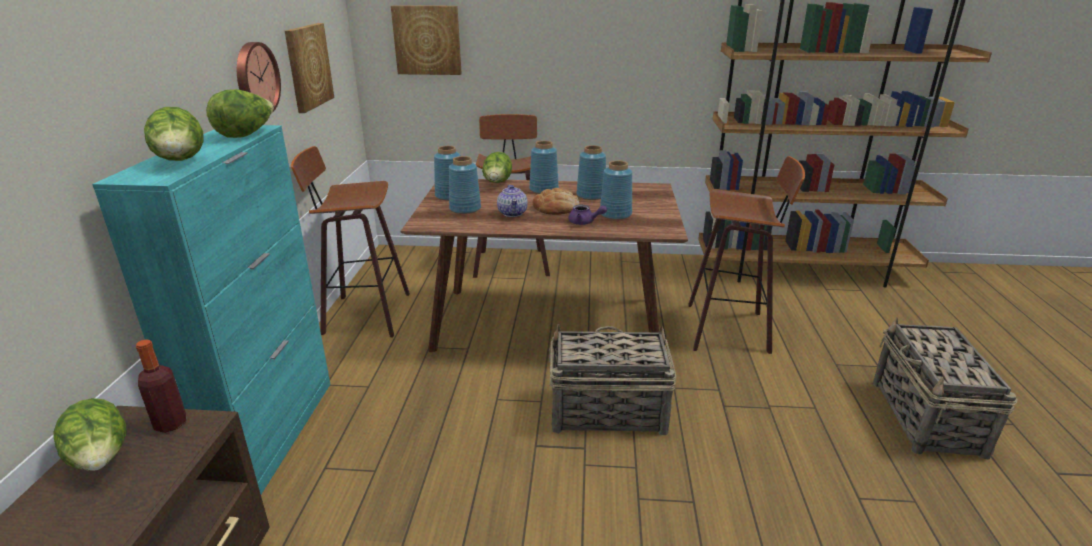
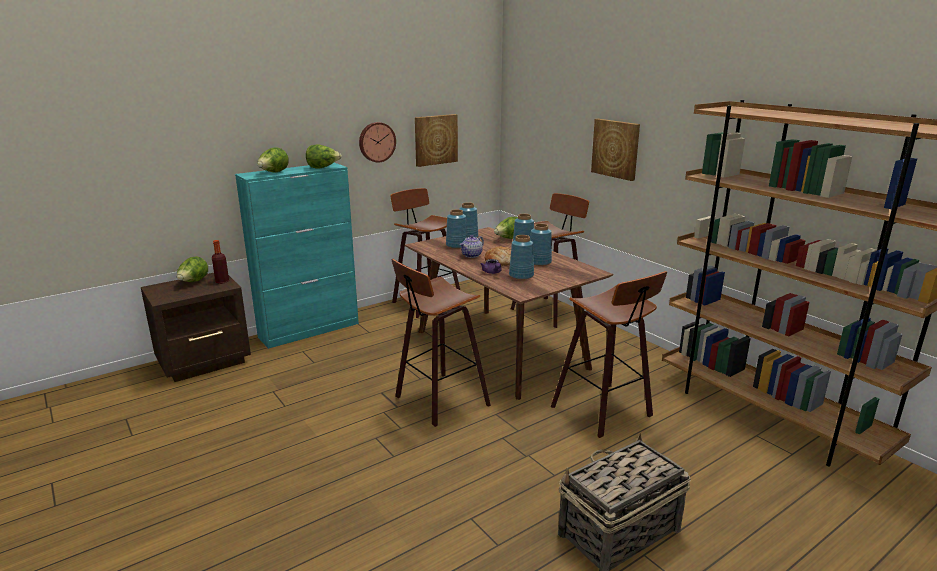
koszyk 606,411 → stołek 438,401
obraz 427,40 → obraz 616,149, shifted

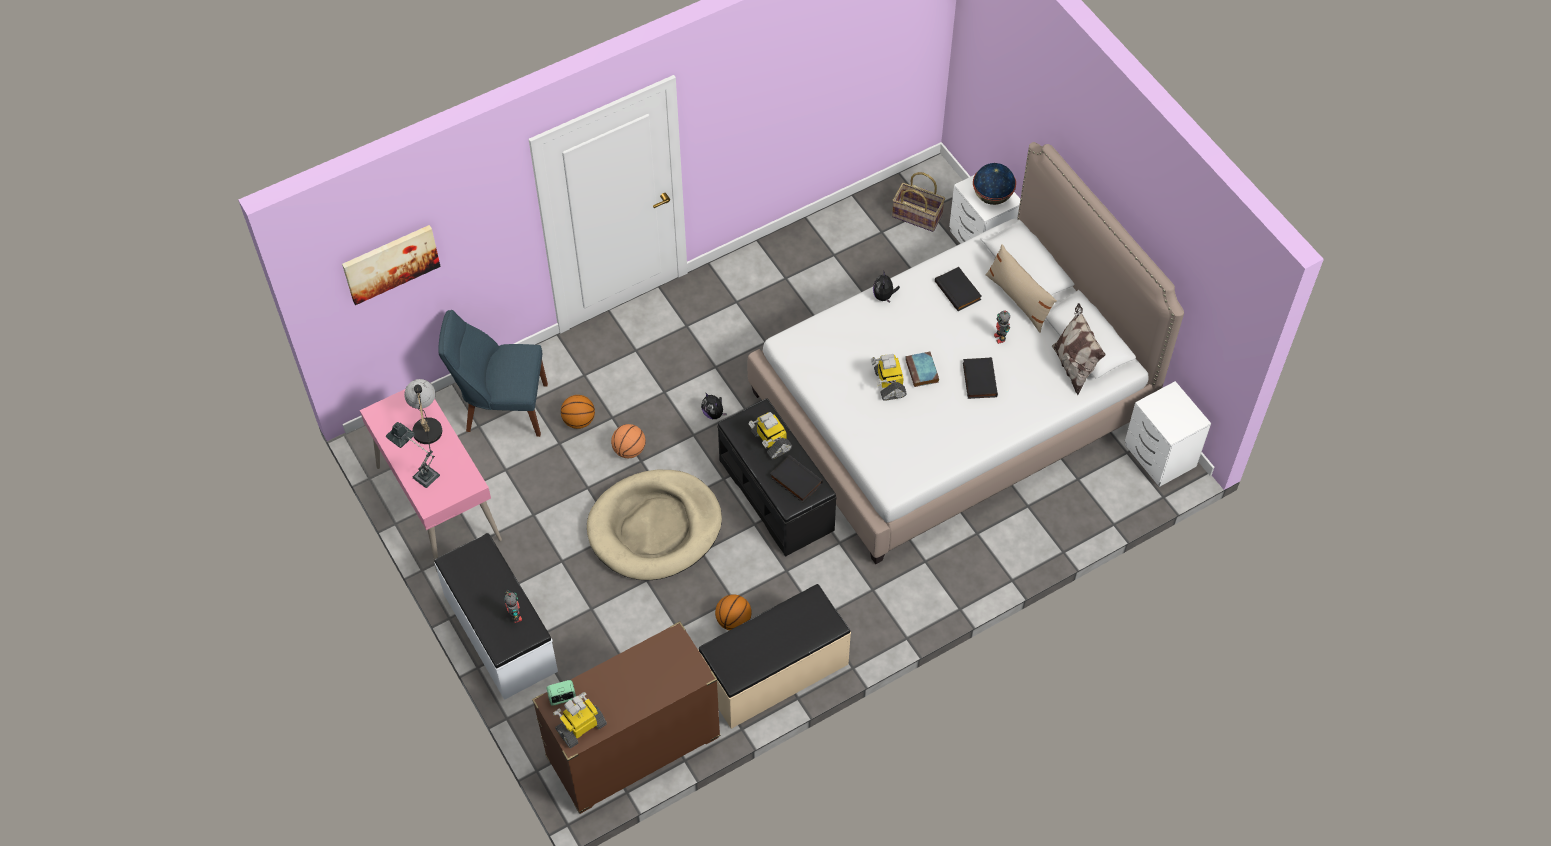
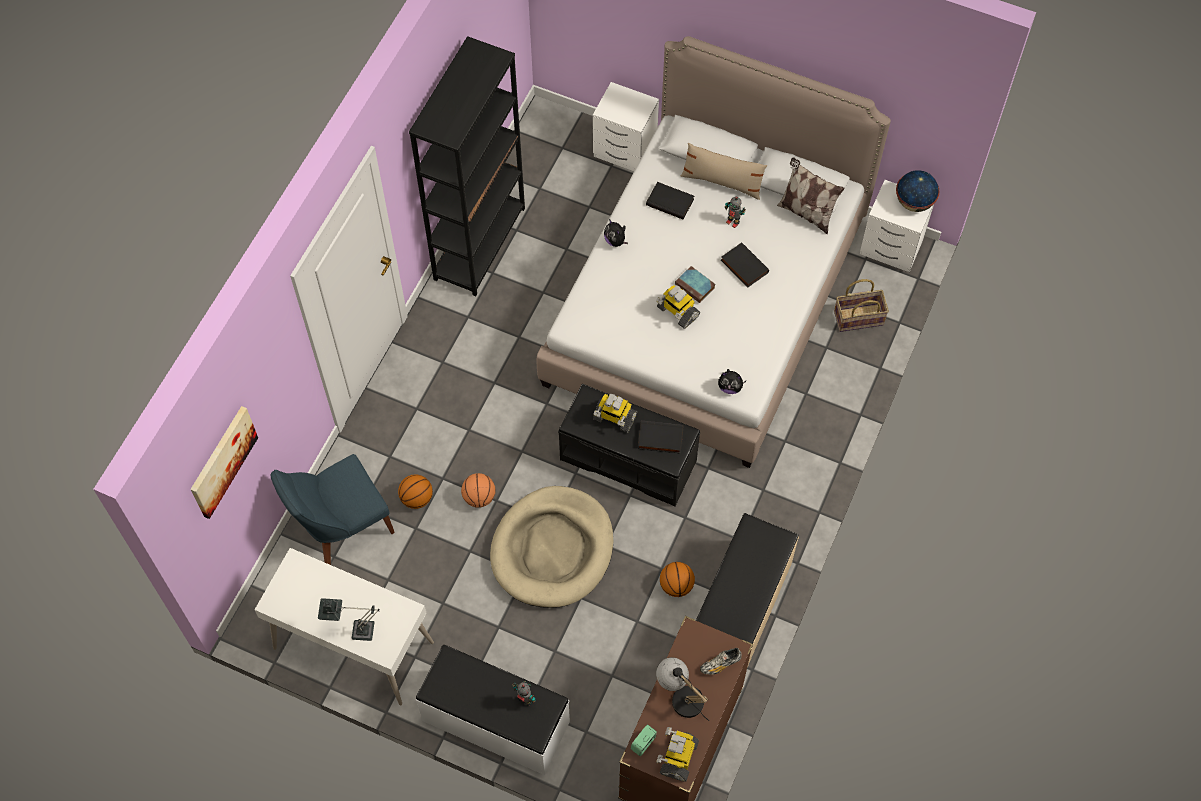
biurko [różowy] 438,504 → biurko [biały] 353,646
- → regał [czarny] 479,243
lampa stołowa 426,424 → lampa stołowa 680,696, shifted
- → but 720,664
pluszak 713,413 → pluszak 730,387, shifted
koszyk 917,215 → koszyk 858,317, shifted
globus 992,197 → globus 914,203, shifted

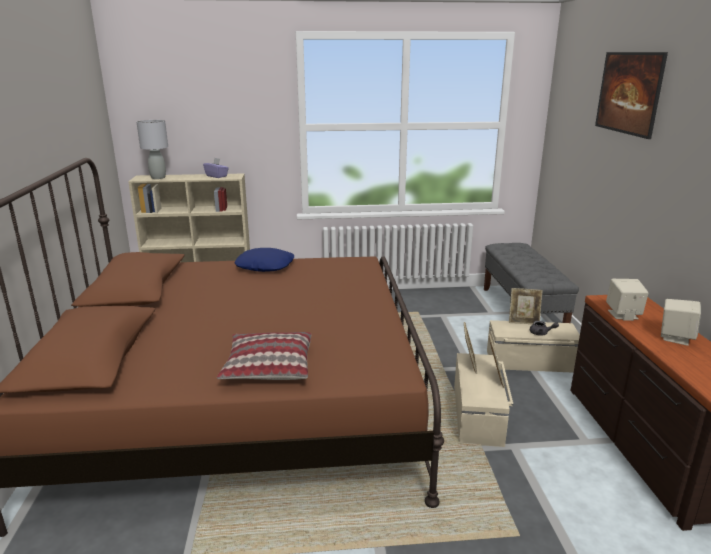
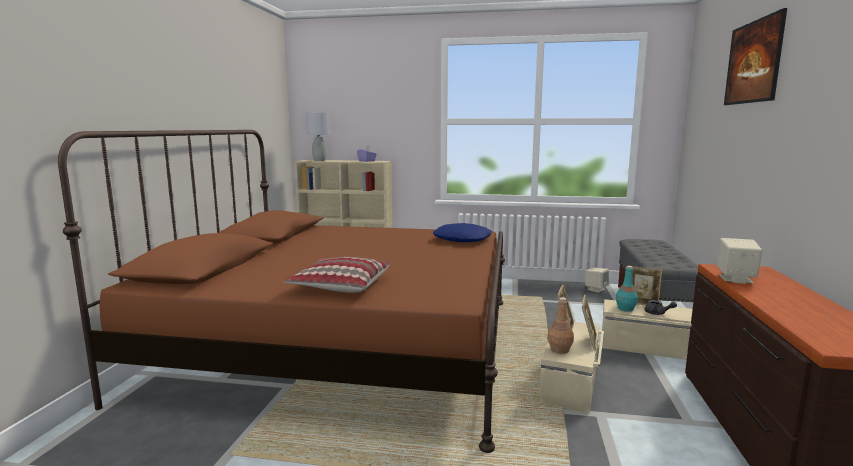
poduszka [niebieski] 265,266 → poduszka [niebieski] 462,239, shifted
- → butelka [brązowy] 560,350
głośnik [beżowy] 675,337 → głośnik [beżowy] 595,289, shifted
- → butelka [turkusowy] 626,309

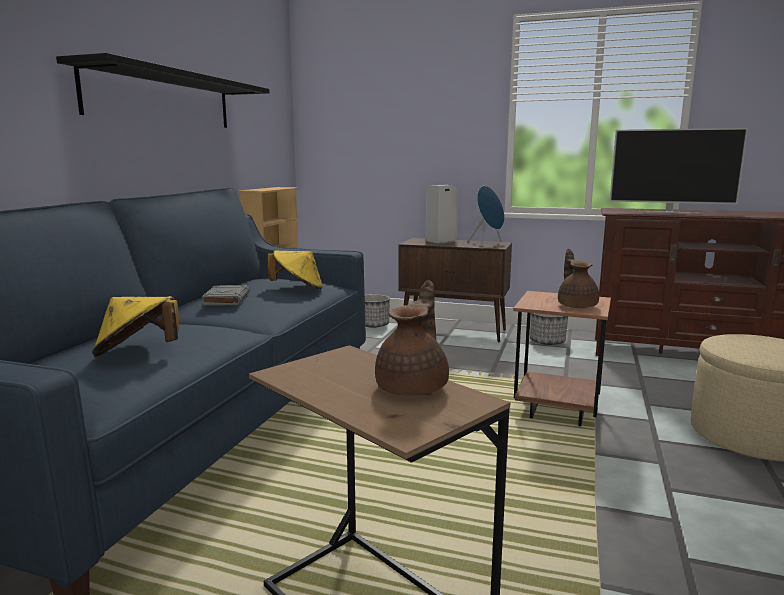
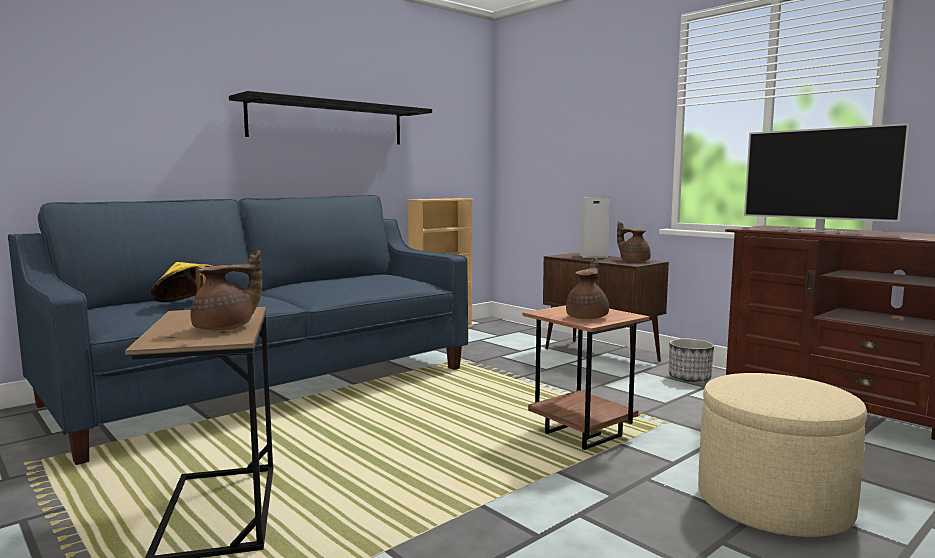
głośnik [niebieski] 487,244 → imbryk [brązowy] 633,261
książka [szary] 226,299 → -
kapelusz [żółty] 298,288 → -
donica 373,325 → -

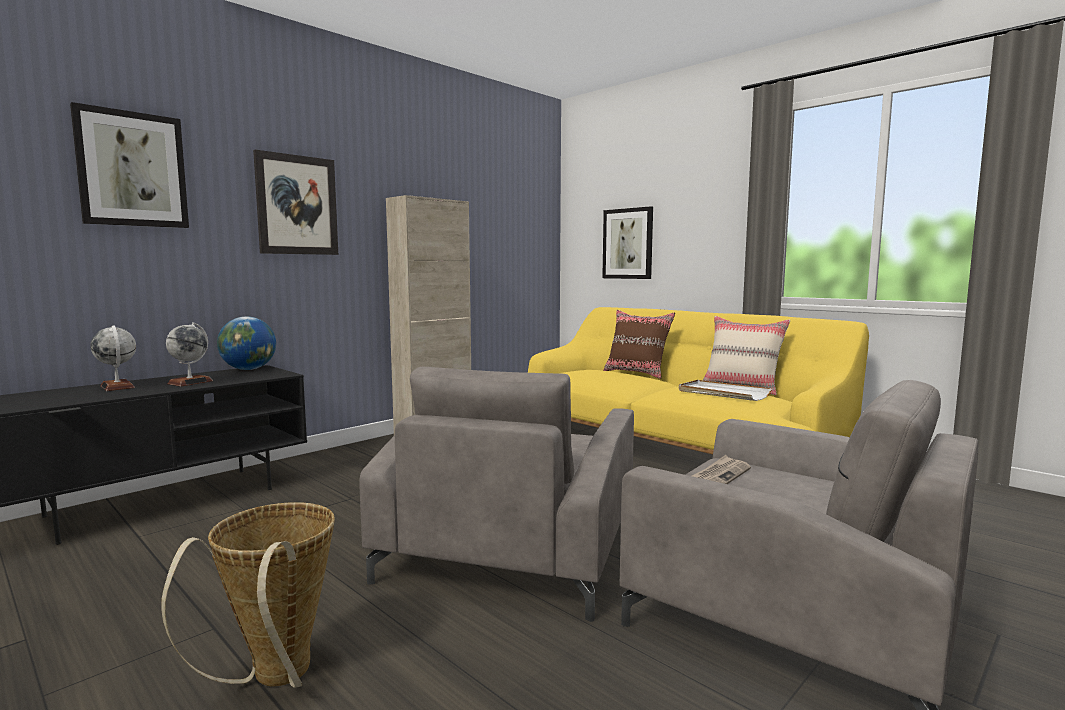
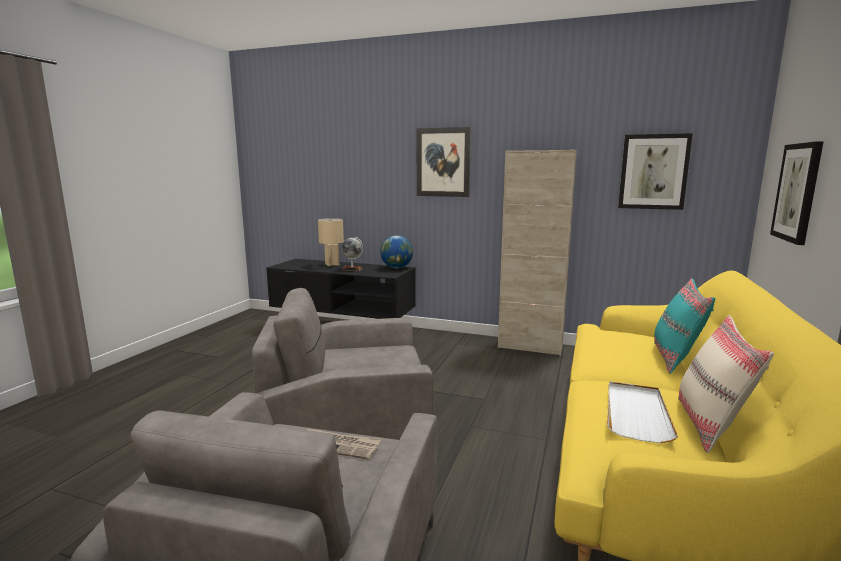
globus 117,387 → lampa stołowa [beżowy] 332,264
obraz 132,169 → obraz 653,172, shifted
poduszka [brązowy] 637,373 → poduszka [turkusowy] 676,359
koszyk 275,680 → -

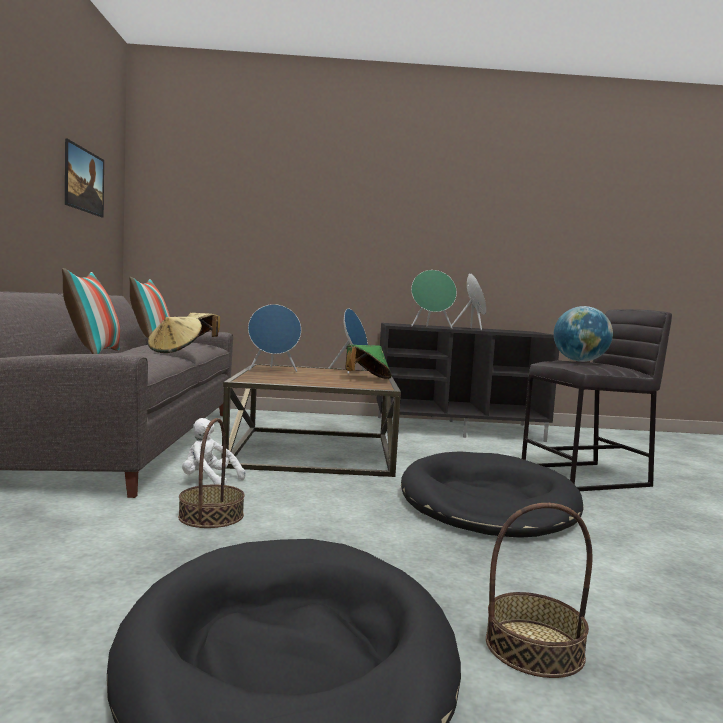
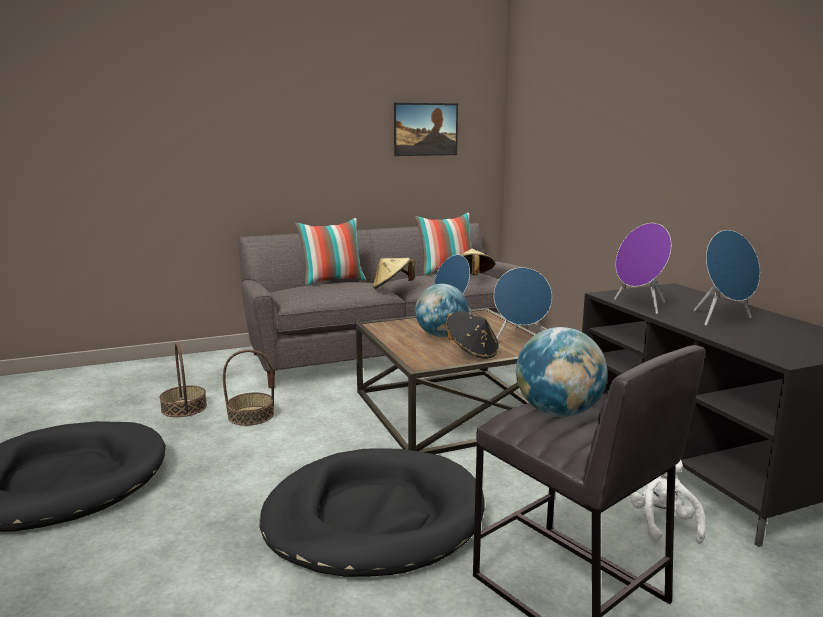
koszyk 534,647 → koszyk 184,408, shifted
- → globus 441,335
kapelusz [zielony] 367,379 → kapelusz [czarny] 472,352
głośnik [zielony] 431,327 → głośnik [fioletowy] 640,306
pluszak [biały] 208,481 → pluszak [biały] 663,524, shifted

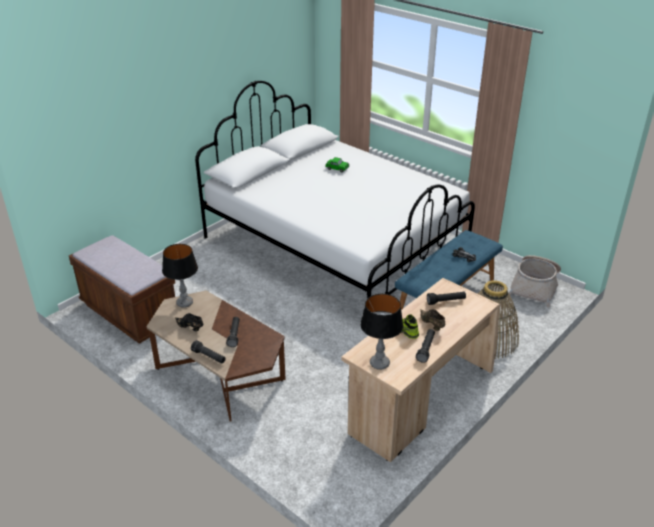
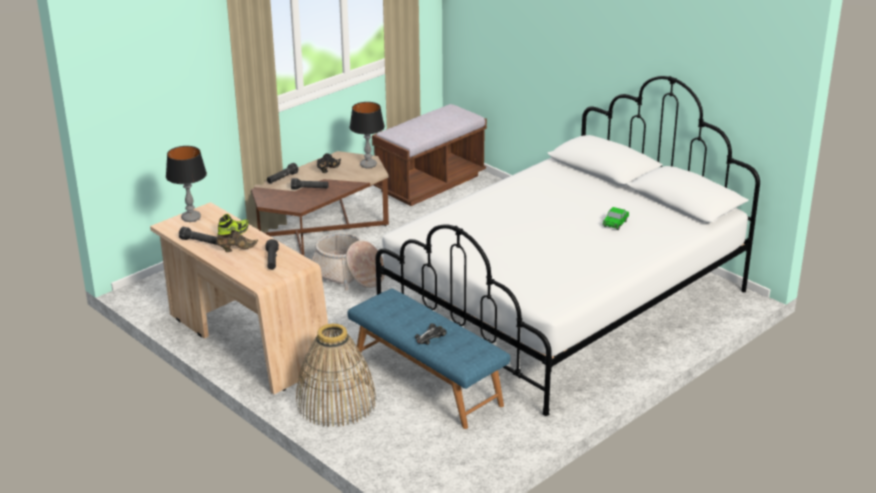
koszyk 534,287 → koszyk 348,276, shifted

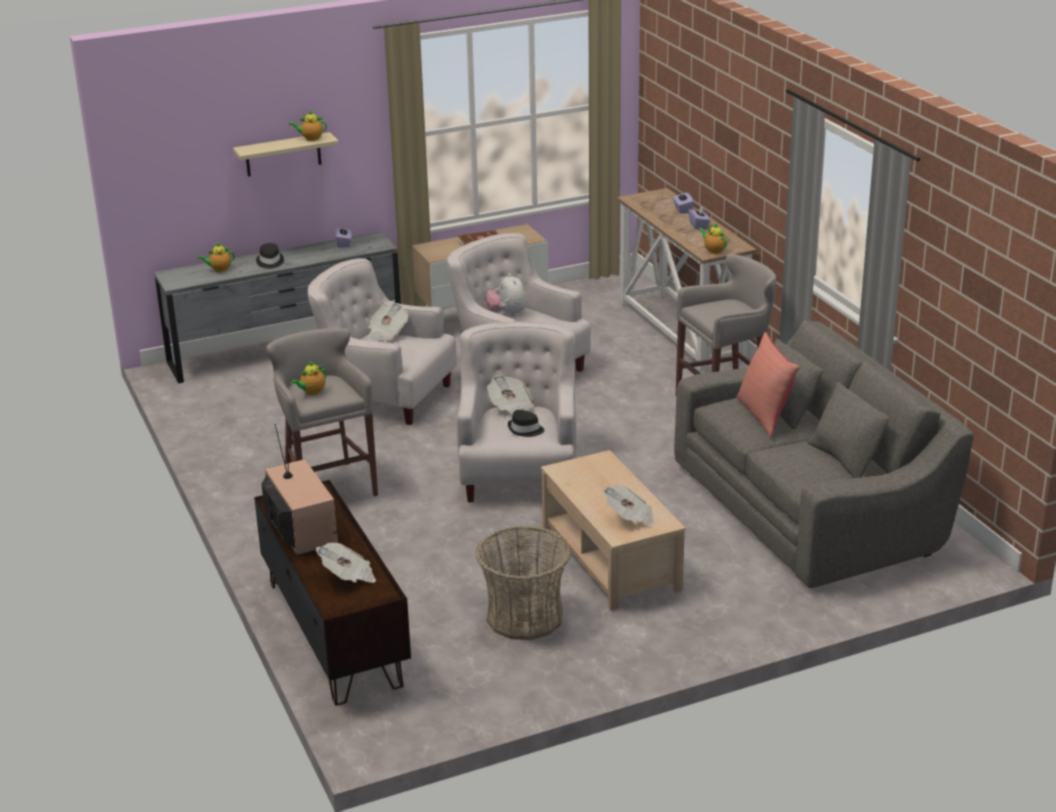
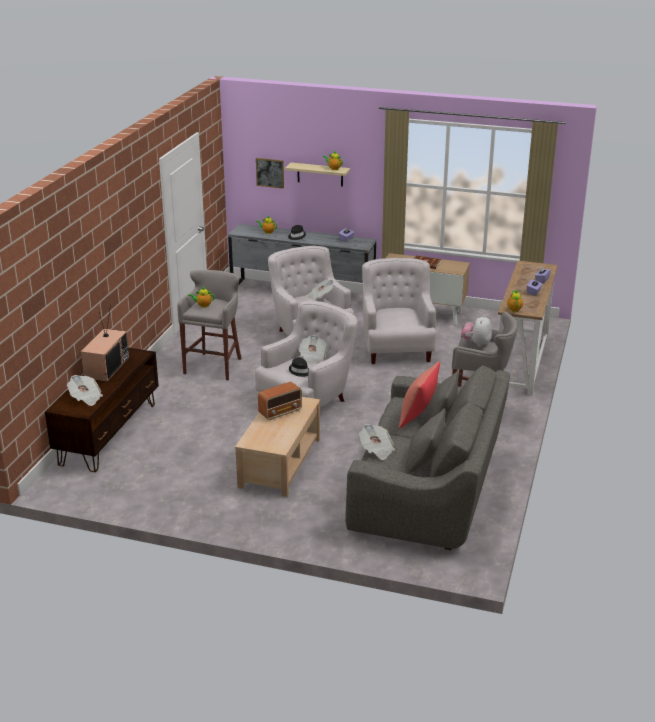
- → obraz 270,172
- → radio 280,412
gazeta 630,518 → gazeta 376,450, shifted
pluszak 507,314 → pluszak 476,343, shifted
koszyk 525,617 → -

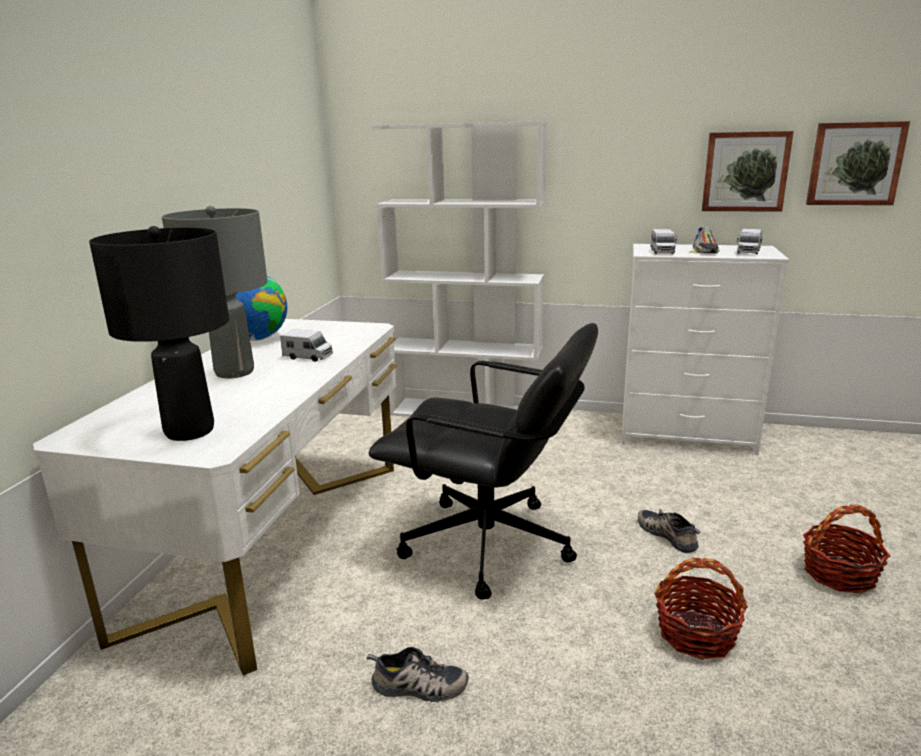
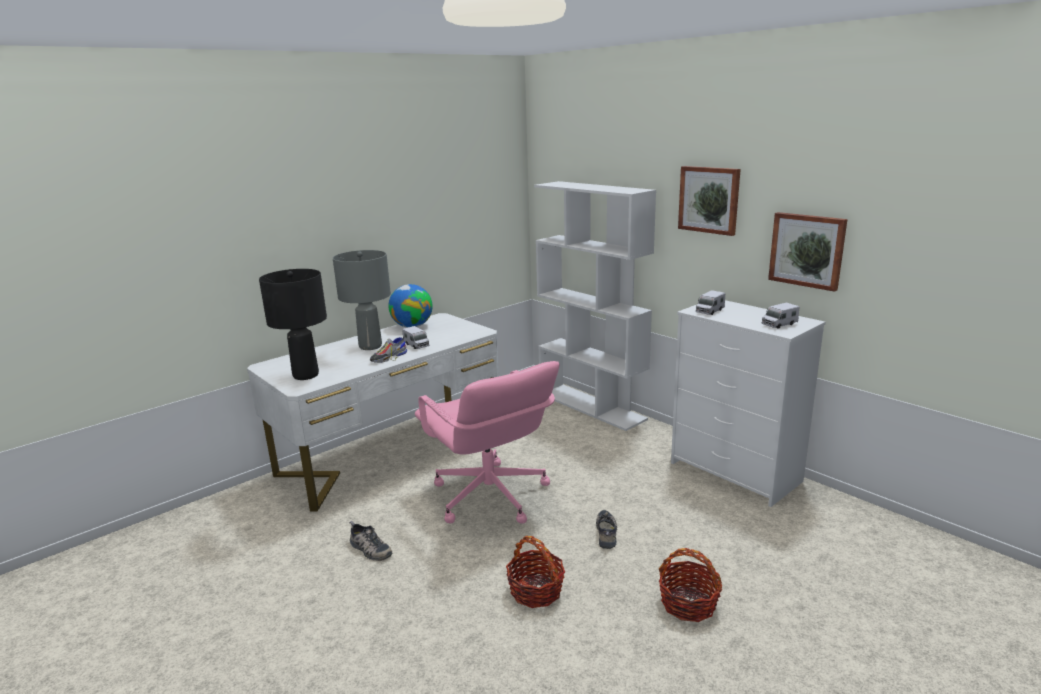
but 704,251 → but 388,357, shifted
krzesło biurowe [czarny] 488,546 → krzesło biurowe [różowy] 490,496
obraz 854,164 → obraz 709,199, shifted

